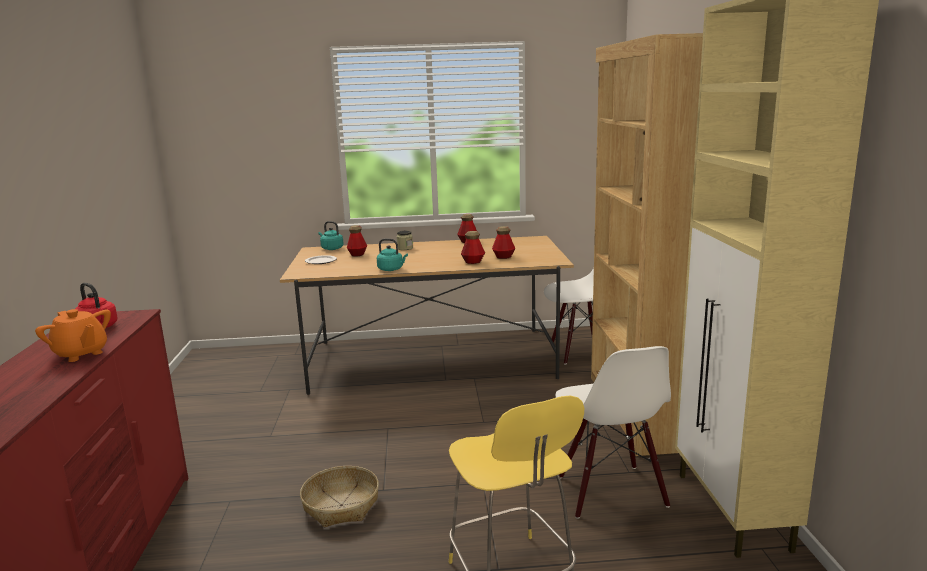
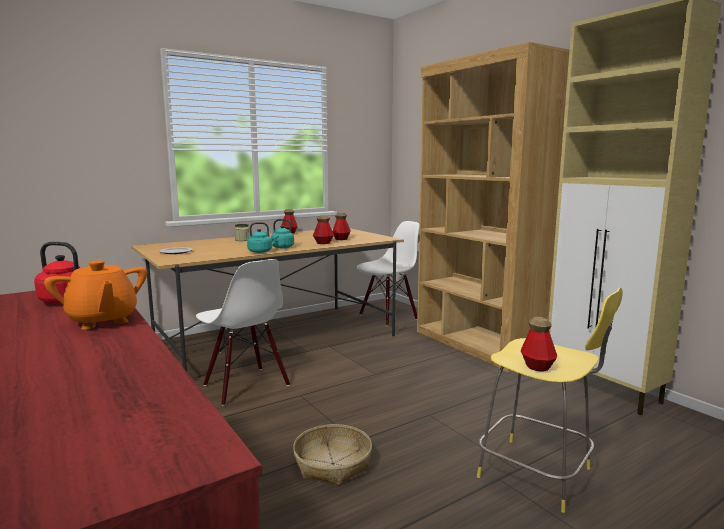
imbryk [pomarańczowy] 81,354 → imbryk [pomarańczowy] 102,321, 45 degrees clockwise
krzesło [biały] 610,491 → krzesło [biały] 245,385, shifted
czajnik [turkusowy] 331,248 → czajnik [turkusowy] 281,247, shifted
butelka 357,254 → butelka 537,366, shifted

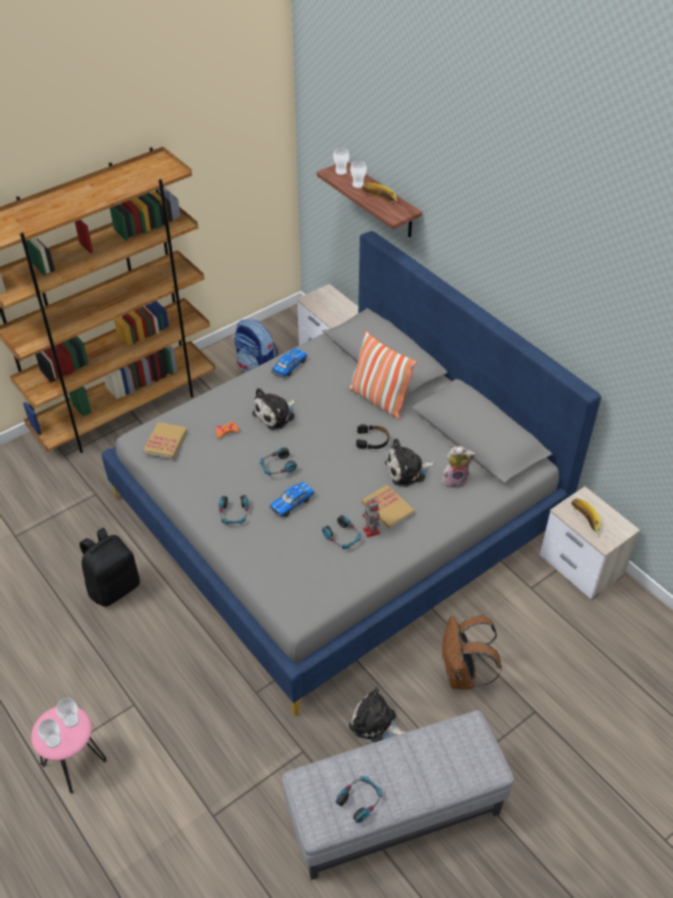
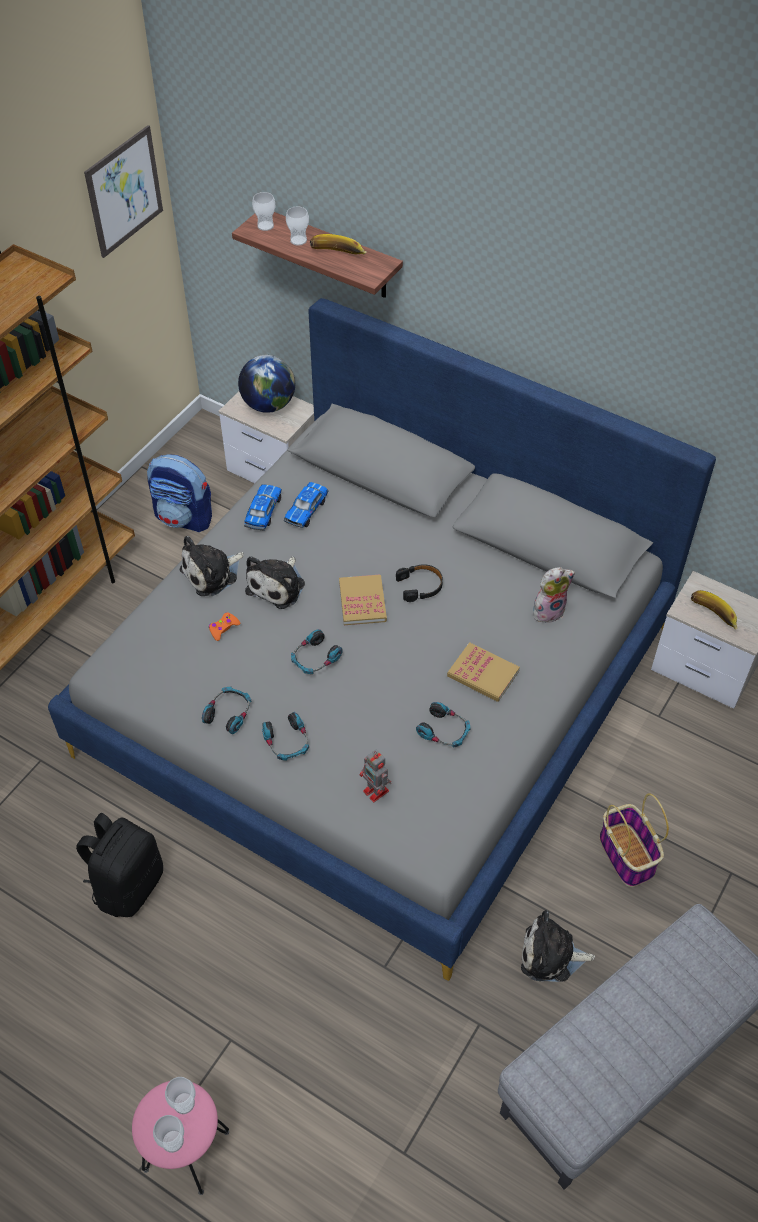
- → obraz 124,191
pluszak 408,471 → pluszak 212,573, shifted
słuchawki 360,800 → słuchawki 228,713, shifted
- → globus 268,405
samochodzik 292,503 → samochodzik 306,510, shifted
książka 165,442 → książka 362,601, shifted
robot zabawkowy 371,531 → robot zabawkowy 376,792, shifted
plecak [brązowy] 462,675 → koszyk 627,855
poduszka 378,399 → -

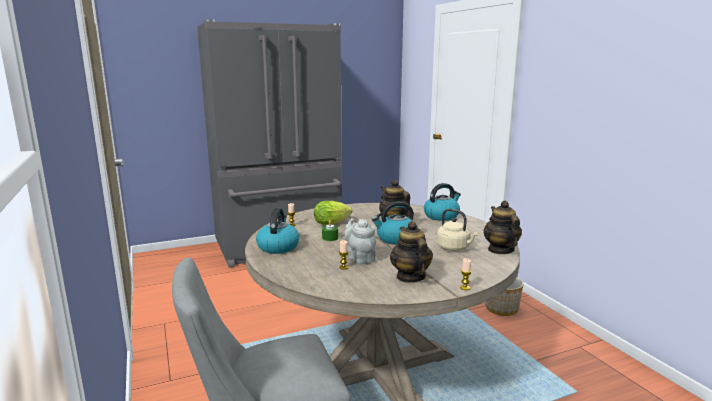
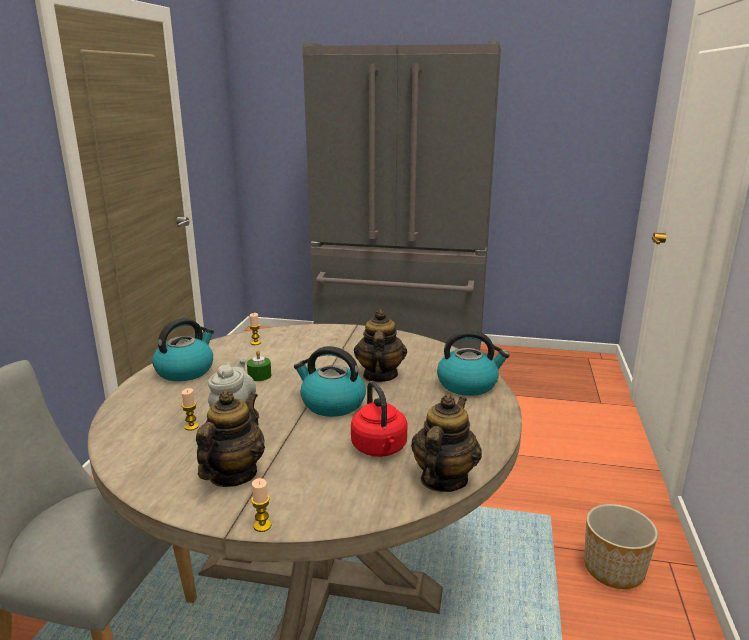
czajnik [beżowy] 454,248 → czajnik [czerwony] 380,449
sałata 333,223 → -

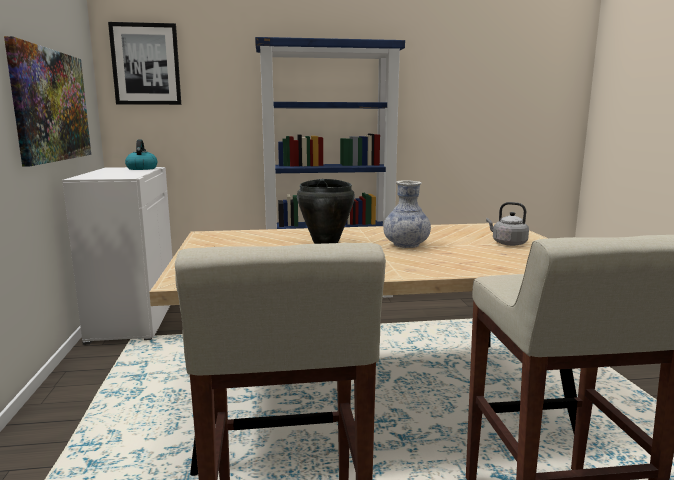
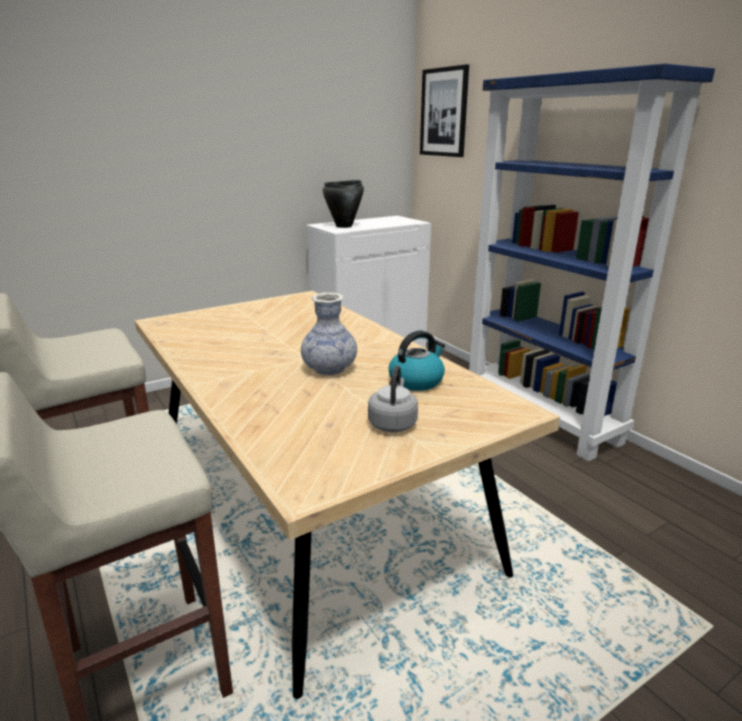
garnek [czarny] 326,244 → garnek [czarny] 344,226, shifted
czajnik 142,168 → czajnik 416,381, shifted
obraz 51,105 → -

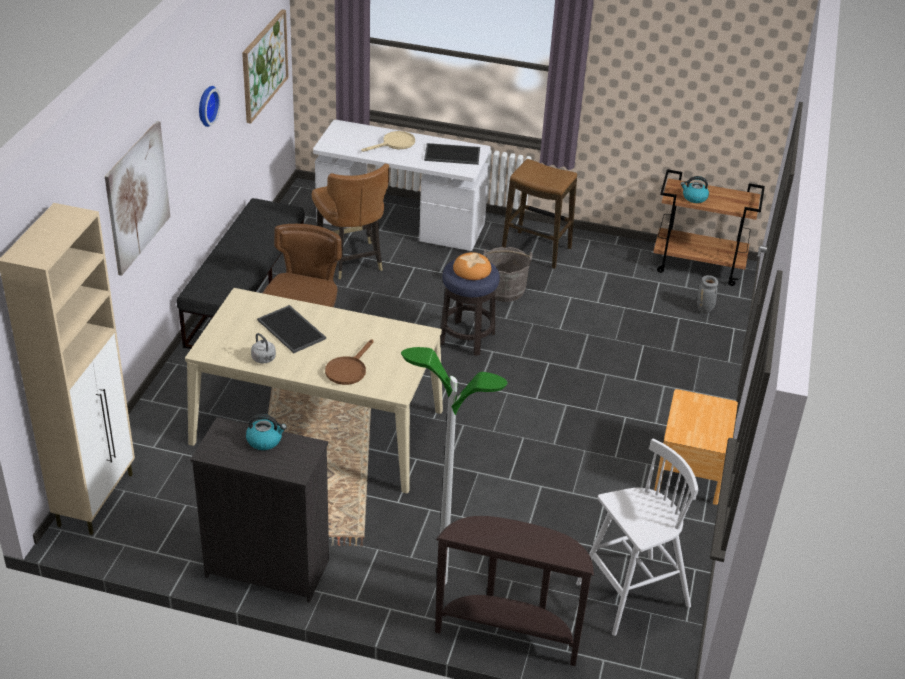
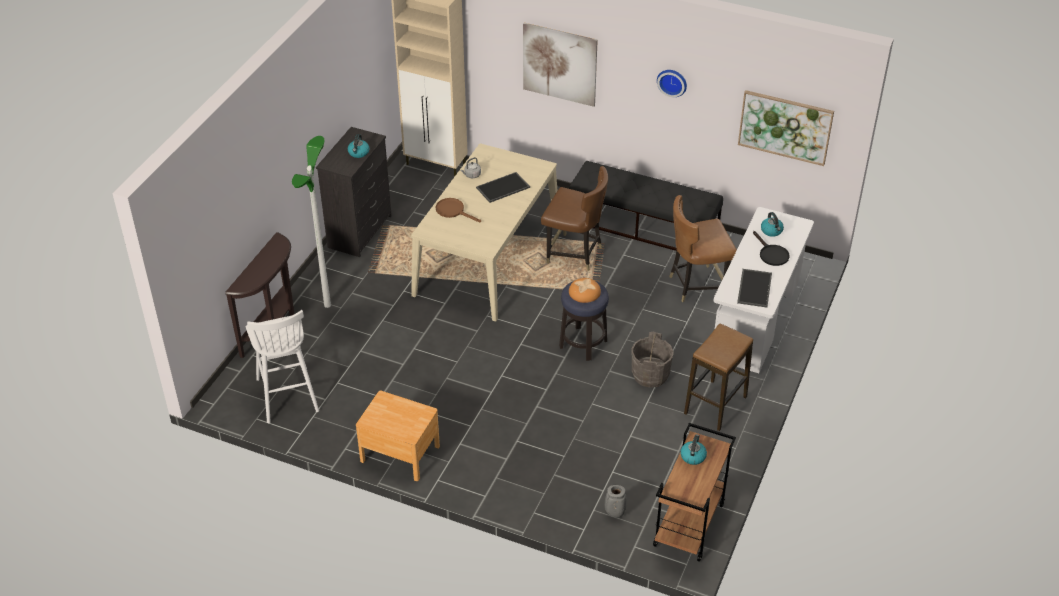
patelnia [beżowy] 394,144 → patelnia [czarny] 771,254
- → czajnik 772,231

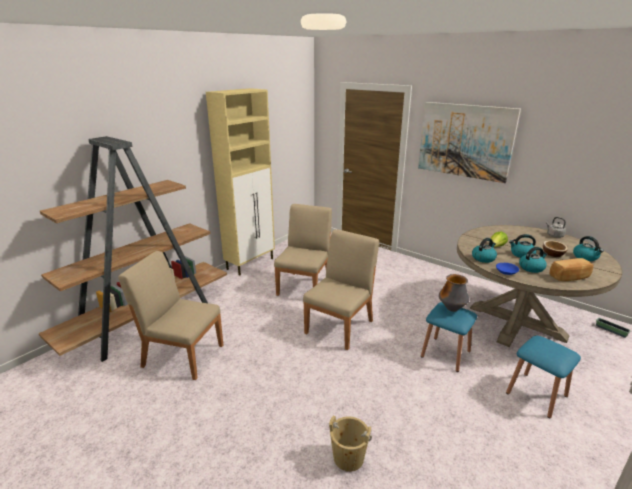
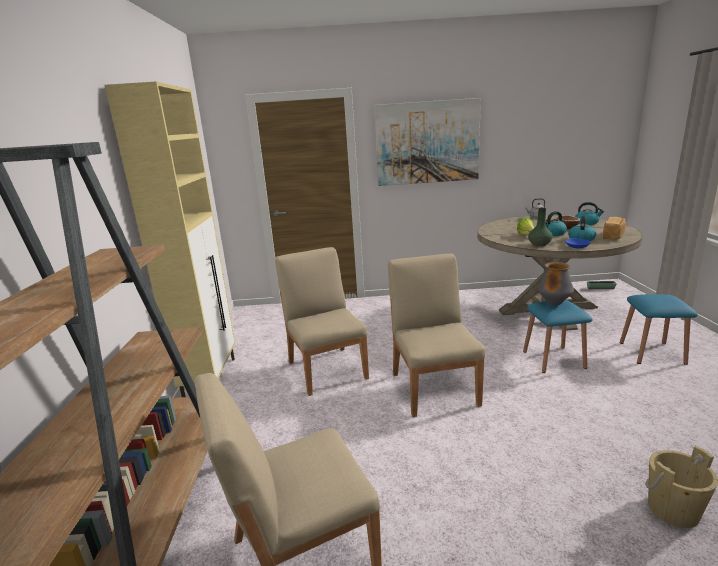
czajnik 483,258 → wazon [zielony] 539,244

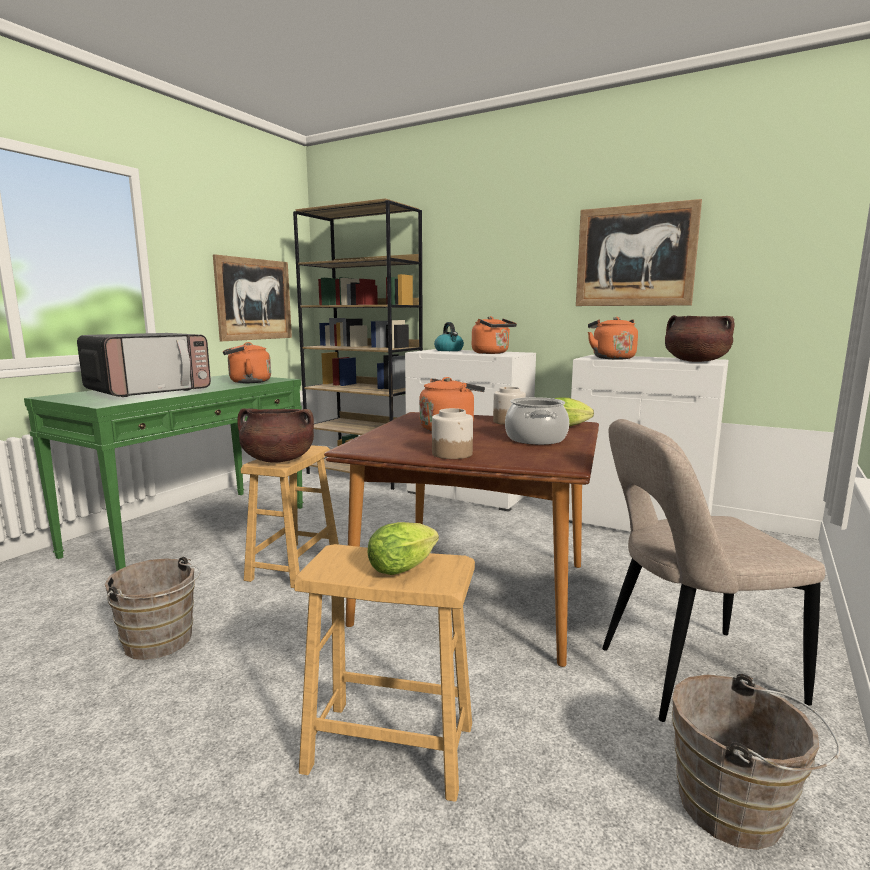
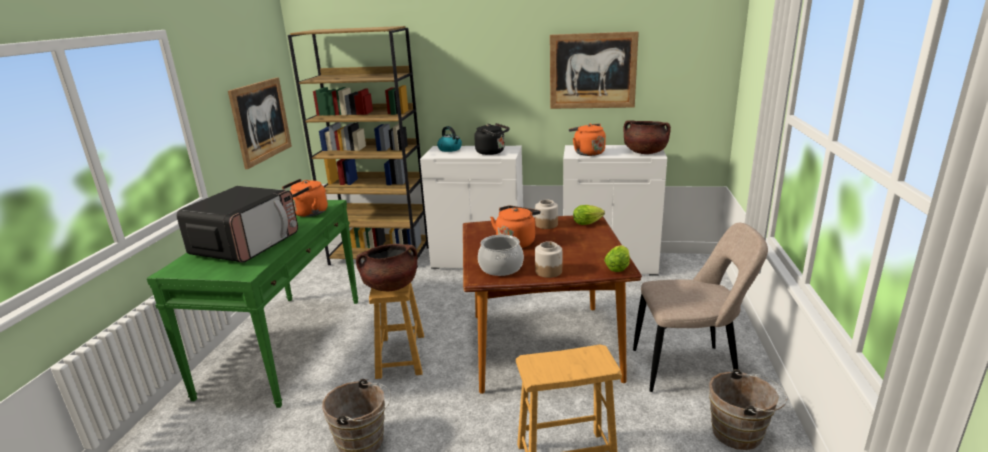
czajnik [pomarańczowy] 492,353 → czajnik [czarny] 492,152
garnek 536,439 → garnek 501,267, shifted
sałata 405,567 → sałata 618,267, shifted
krzesło [beżowy] 688,675 → krzesło [beżowy] 689,369, 150 degrees counterclockwise

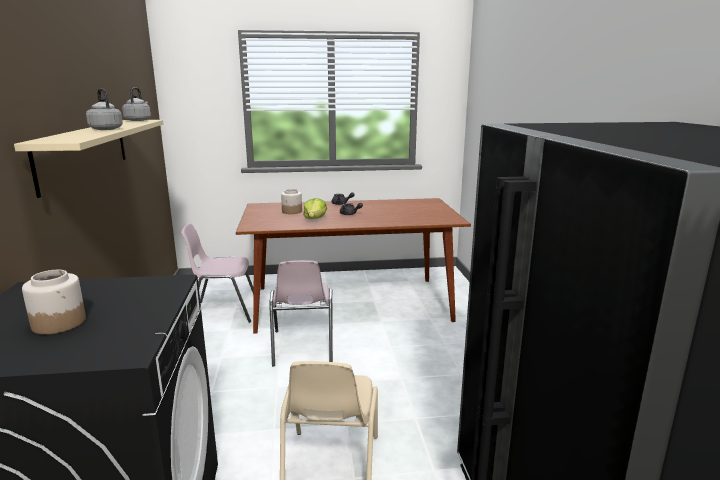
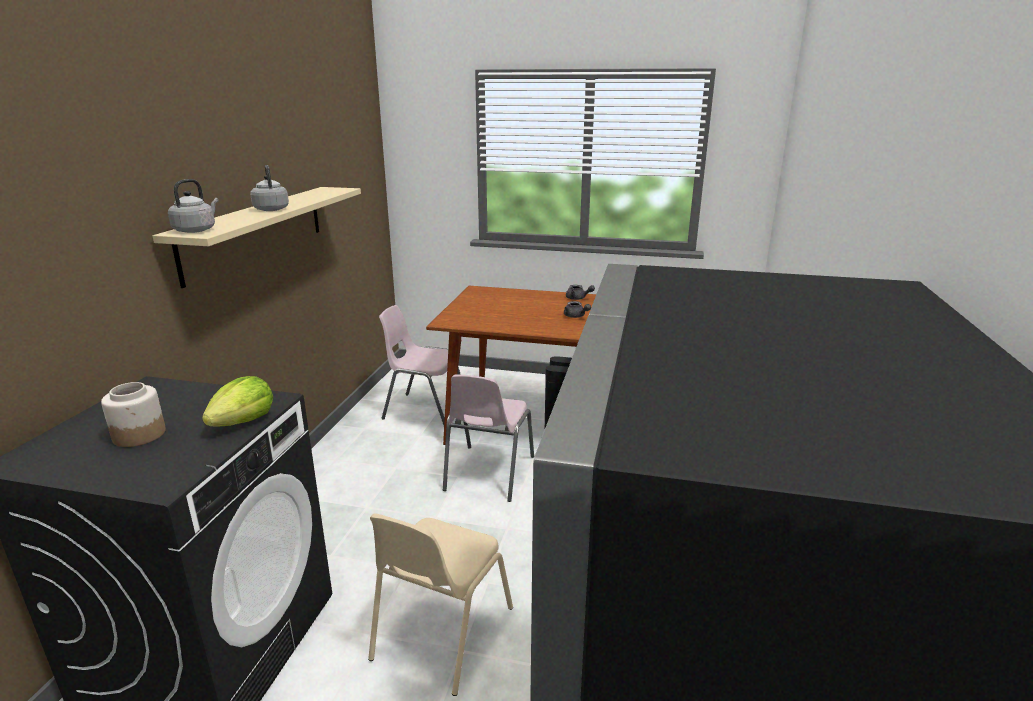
czajnik [szary] 138,120 → czajnik [szary] 196,230, shifted
sałata 315,219 → sałata 243,421, shifted
słoik 292,211 → -

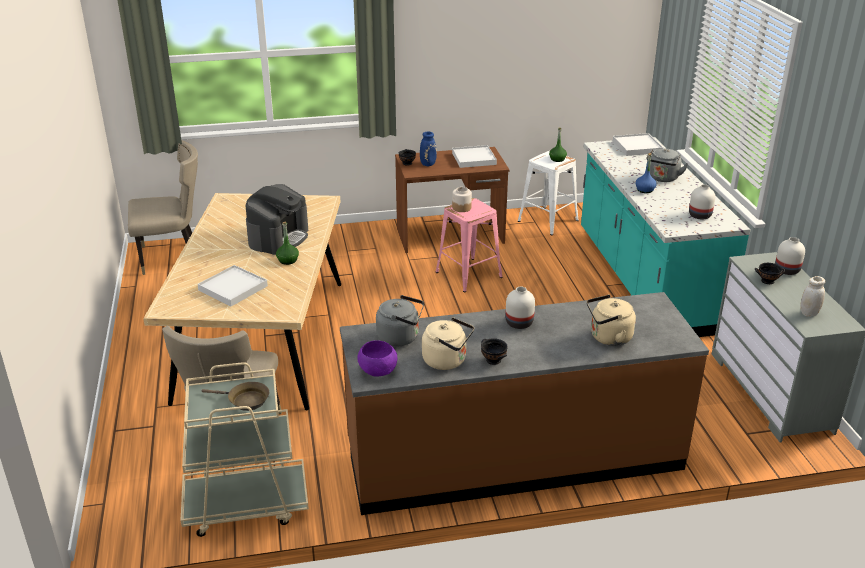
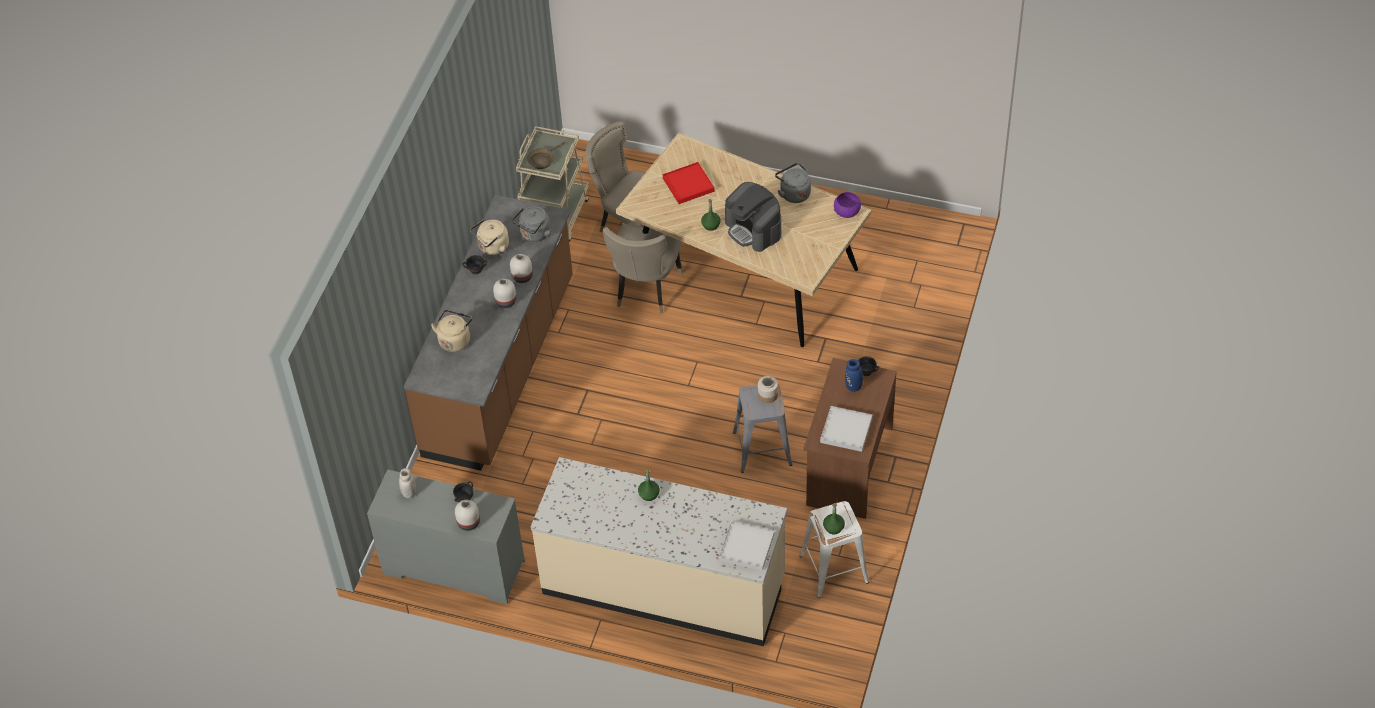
wazon [biały] 699,216 → wazon [biały] 522,276, shifted
zabudowa kuchenna [turkusowy] 645,280 → zabudowa kuchenna [beżowy] 664,585
krzesło [beżowy] 172,256 → krzesło [beżowy] 645,291, shifted
butelka [niebieski] 645,190 → butelka [zielony] 649,494
taca [biały] 232,288 → taca [czerwony] 688,185
stołek [różowy] 469,275 → stołek [szary] 761,448
czajnik [szary] 662,178 → czajnik [szary] 793,193, shifted
miska [fioletowy] 377,371 → miska [fioletowy] 847,212, shifted

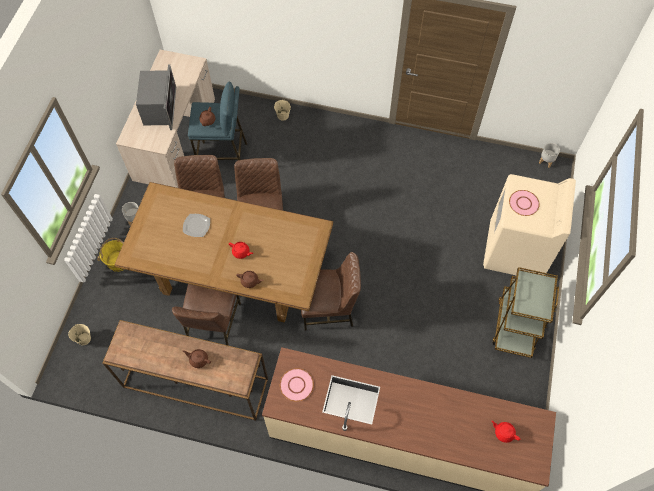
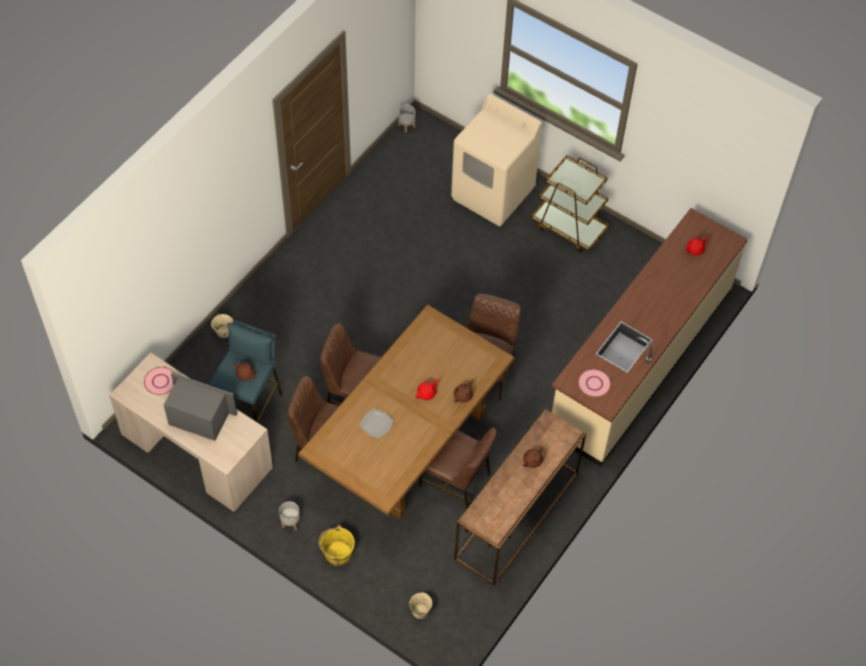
talerz [różowy] 524,203 → talerz [różowy] 160,381, shifted

